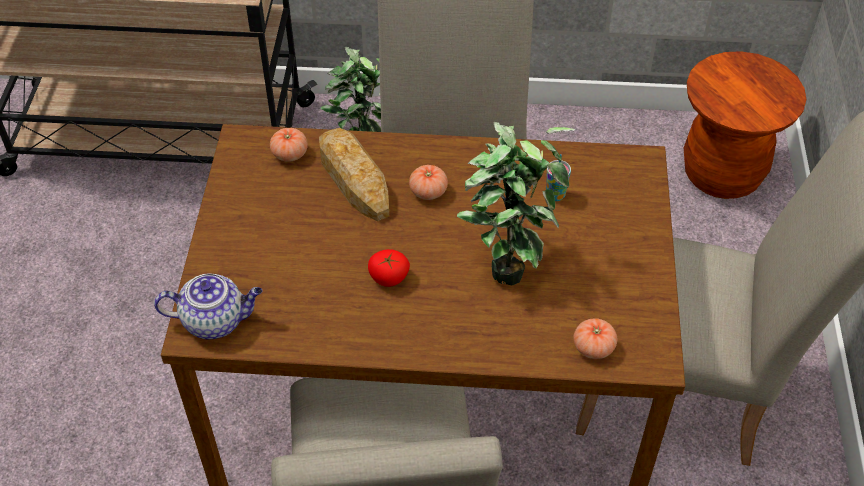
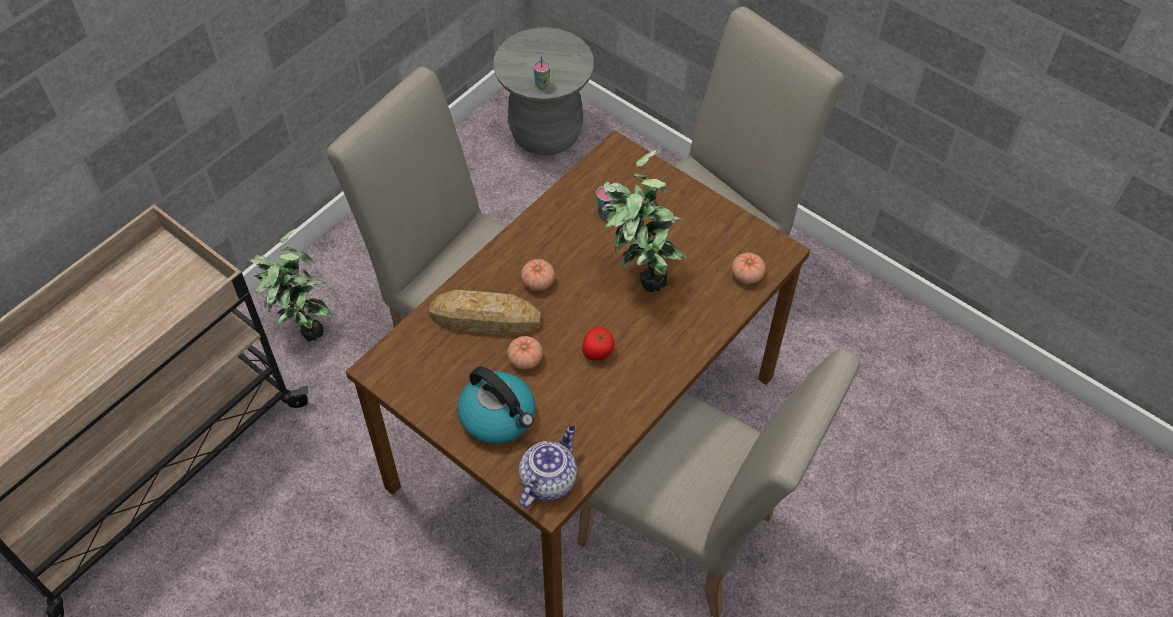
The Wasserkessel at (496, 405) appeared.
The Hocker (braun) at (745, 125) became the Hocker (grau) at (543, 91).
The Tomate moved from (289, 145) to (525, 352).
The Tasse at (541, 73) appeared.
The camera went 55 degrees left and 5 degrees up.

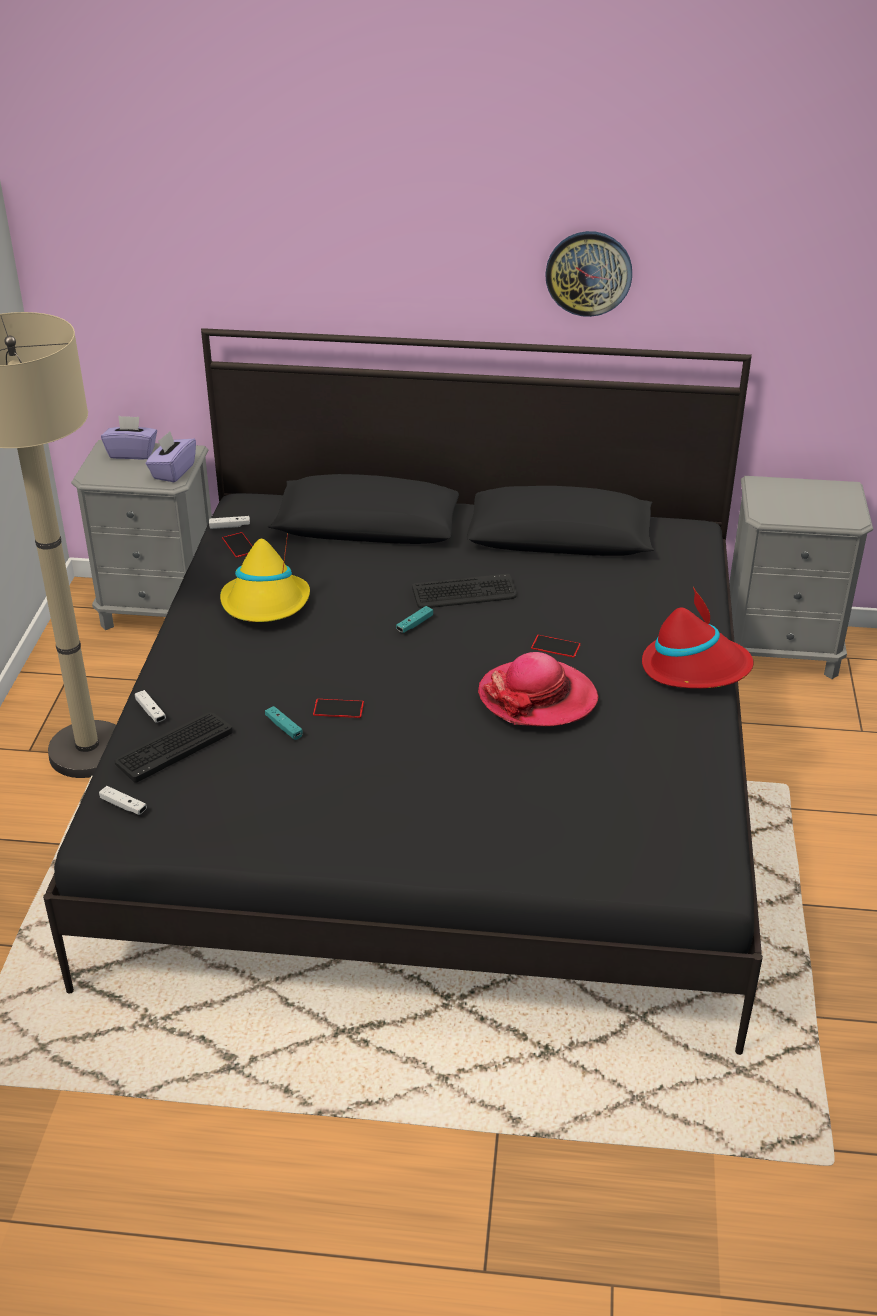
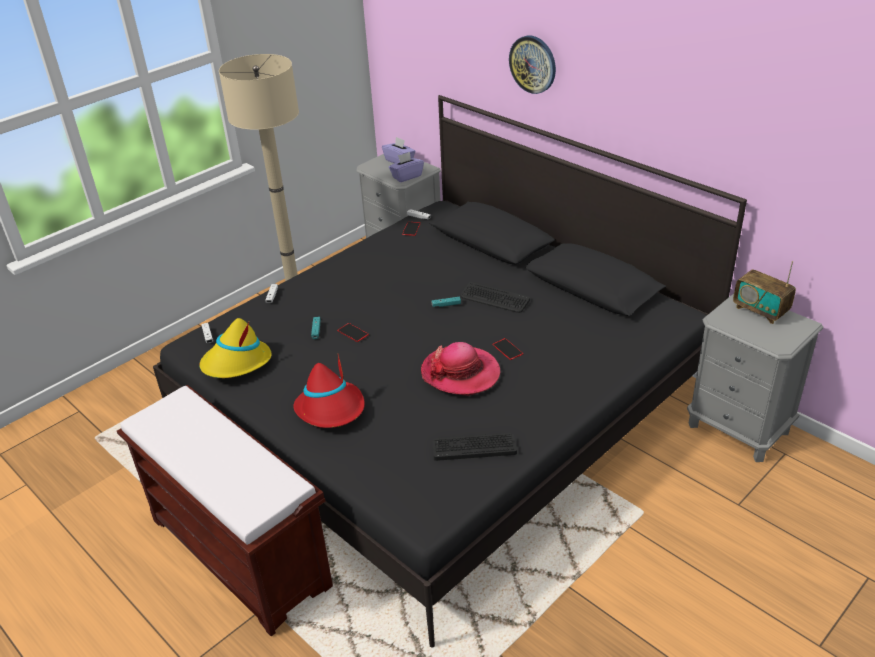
The Bank (braun) at (225, 510) appeared.
The Hut (gelb) moved from (265, 577) to (235, 348).
The Hut (rot) moved from (698, 637) to (329, 391).
The Tastatur moved from (174, 747) to (474, 447).
The Wanduhr moved from (588, 274) to (532, 64).
The Radio at (764, 292) appeared.
The camera went 40 degrees right and 0 degrees up.

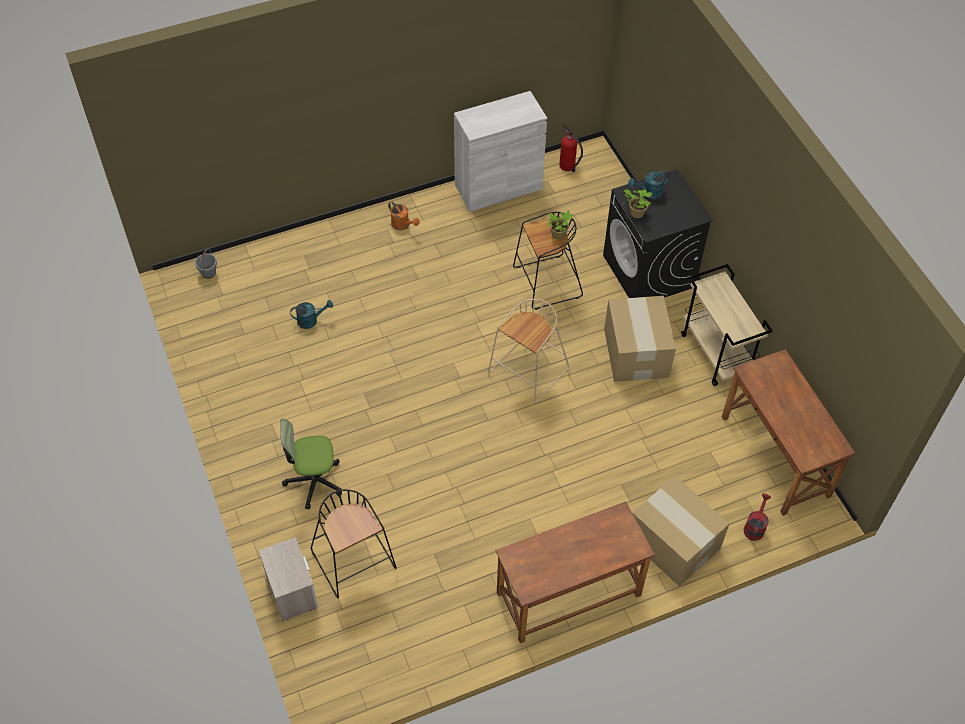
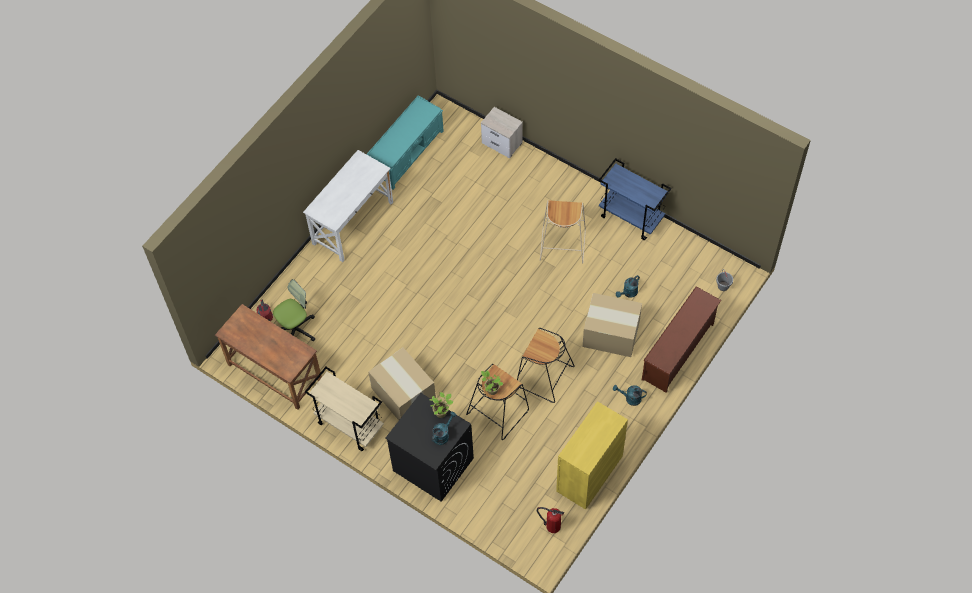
The Bürostuhl moved from (311, 464) to (294, 310).
The Schreibtisch (braun) at (575, 572) became the Schreibtisch (weiß) at (348, 206).
The Bank (türkis) at (405, 143) appeared.
The Hocker (schwarz) moved from (354, 543) to (546, 365).
The Hocker (beige) moved from (528, 351) to (563, 232).
The Schrank (weiß) at (500, 151) became the Schrank (gelb) at (592, 455).
The Karton moved from (681, 531) to (612, 325).
The Rollwagen (blau) at (634, 199) appeared.
The Gießkanne (orange) at (404, 216) became the Gießkanne (türkis) at (630, 395).
The Schuhregal (braun) at (681, 339) appeared.
The camera went 150 degrees right and 5 degrees up.

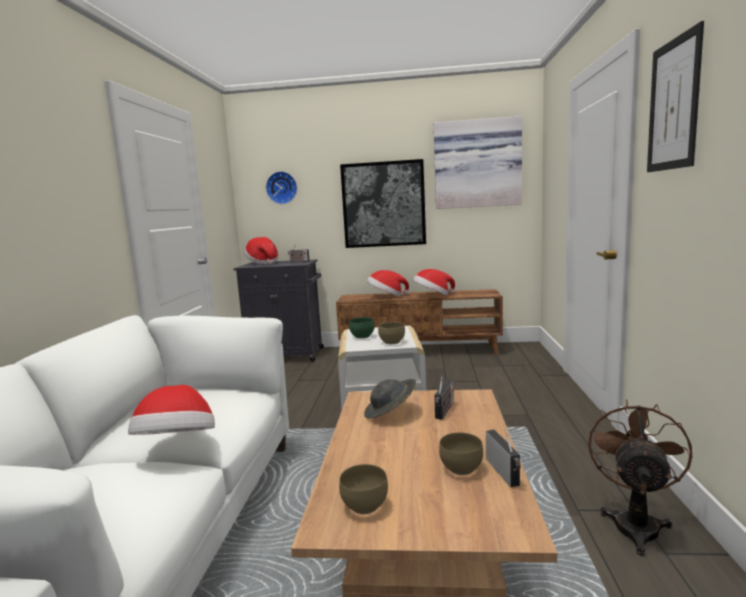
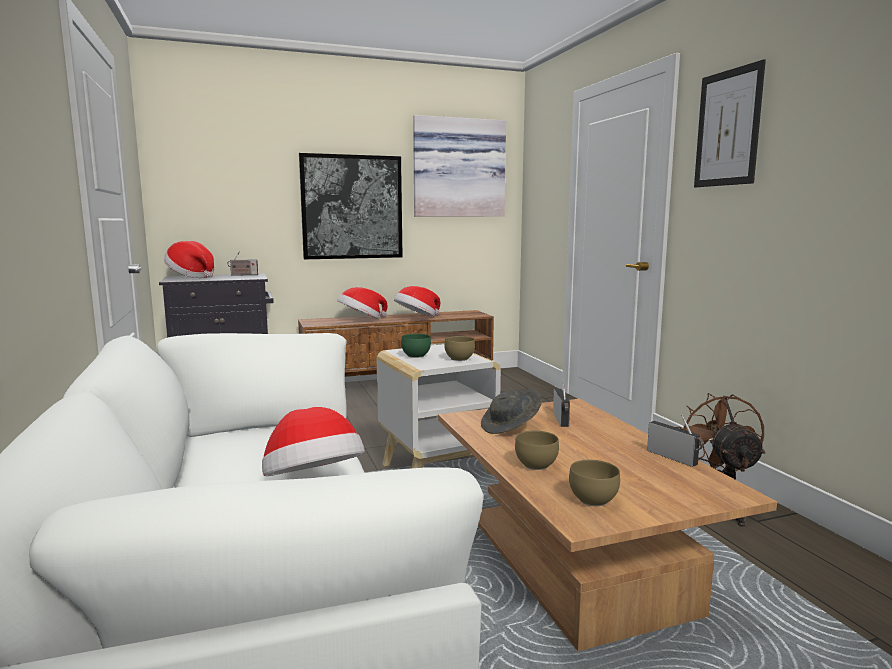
The Schüssel (braun) moved from (461, 453) to (537, 450).
The Wanduhr at (281, 187) disappeared.
The camera went 25 degrees left and 0 degrees up.

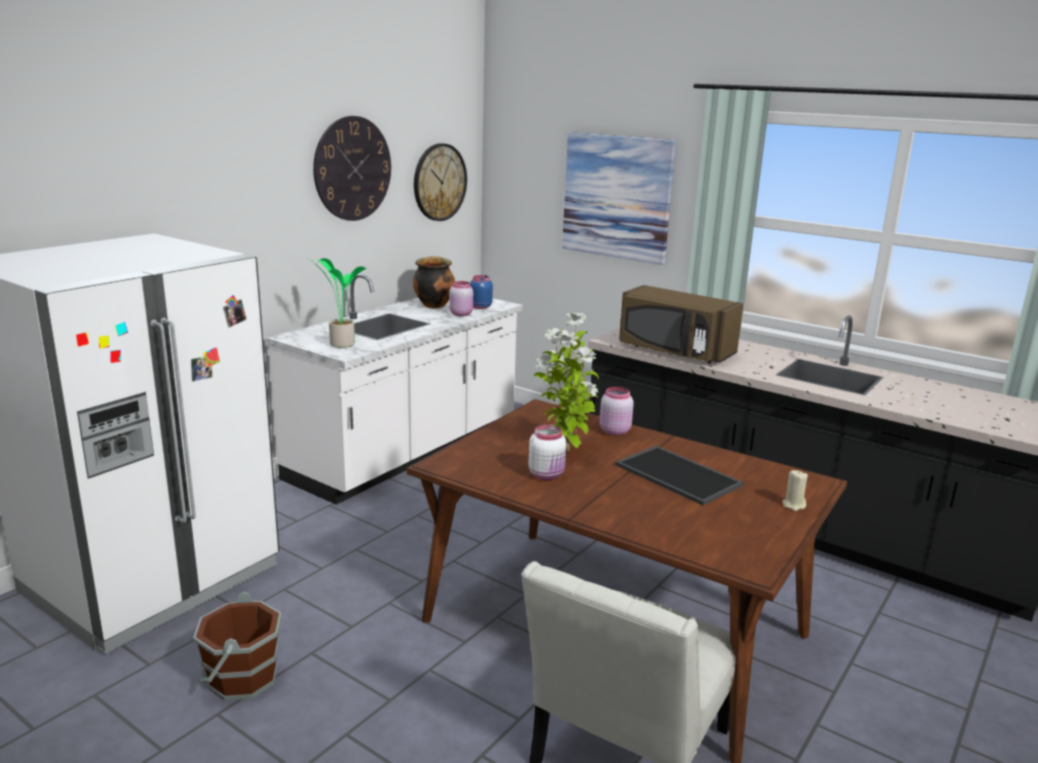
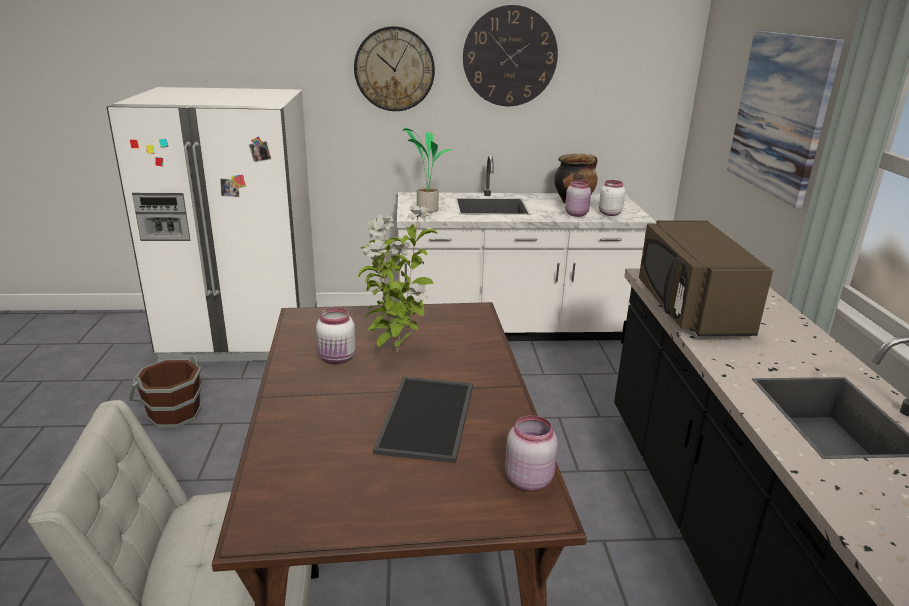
The Wanduhr moved from (440, 182) to (394, 68).
The Vorratsglas (rosa) moved from (616, 411) to (531, 453).
The Vorratsglas (blau) at (481, 292) became the Vorratsglas (weiß) at (612, 198).
The Kerze (beige) at (795, 490) disappeared.
The camera went 50 degrees right and 5 degrees up.

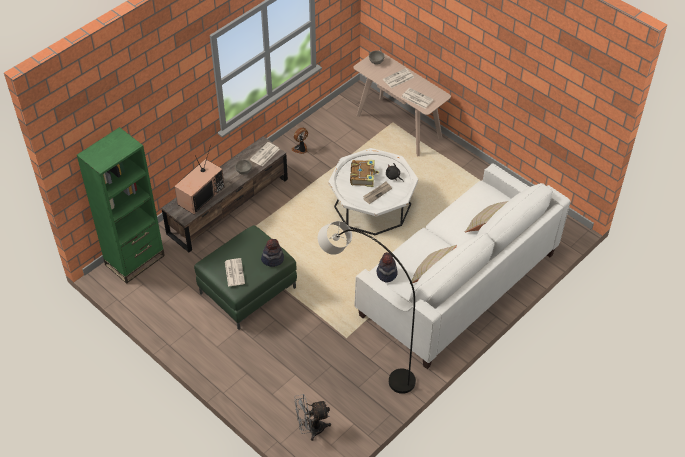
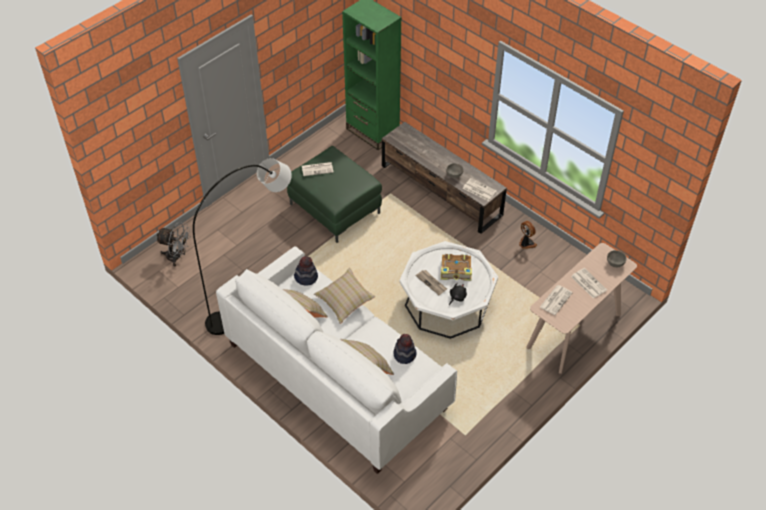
The Ventilator (grau) at (312, 417) turned 120 degrees clockwise.
The Kissen (beige) at (344, 295) appeared.
The Hut moved from (272, 253) to (405, 349).
The Fernseher at (199, 179) disappeared.
The camera went 90 degrees right and 0 degrees up.

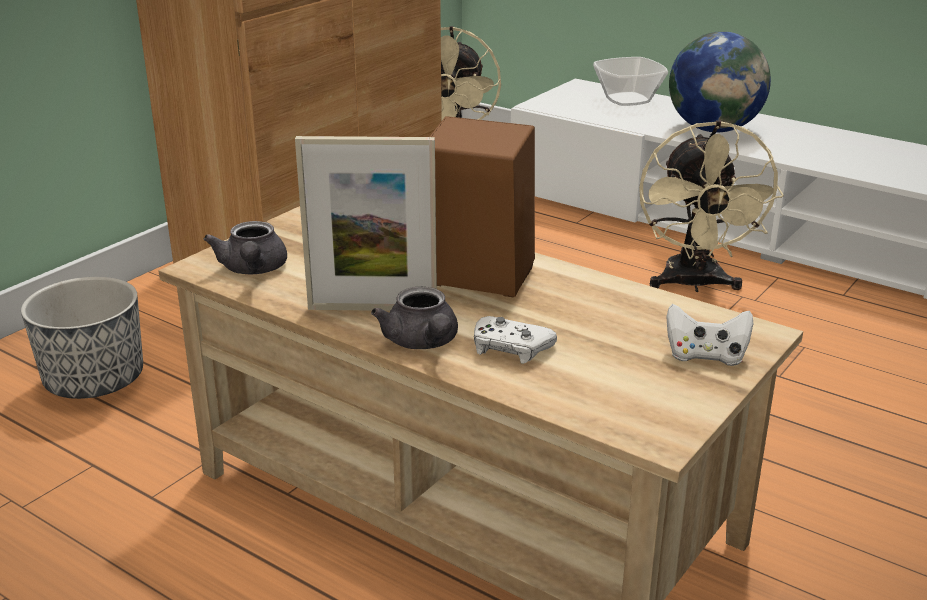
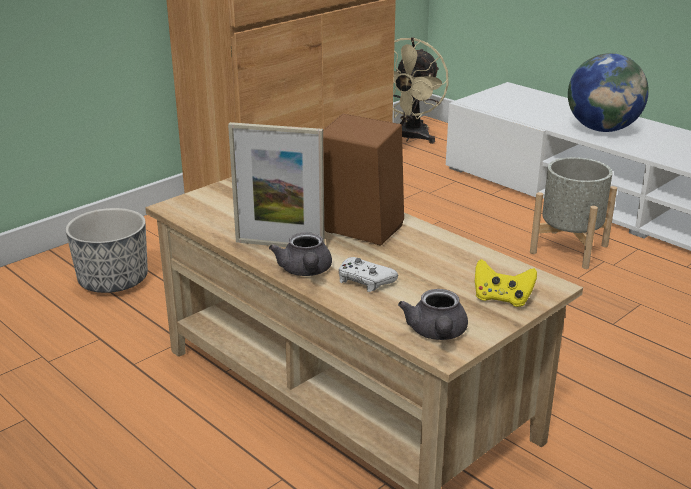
The Teekanne (grau) moved from (245, 247) to (433, 314).
The Gamepad (weiß) at (709, 335) became the Gamepad (gelb) at (506, 283).
The Ventilator (beige) at (711, 206) was replaced by the Pflanzkübel (grau) at (573, 213).
The Schüssel at (630, 81) disappeared.
The camera went 10 degrees right and 0 degrees up.

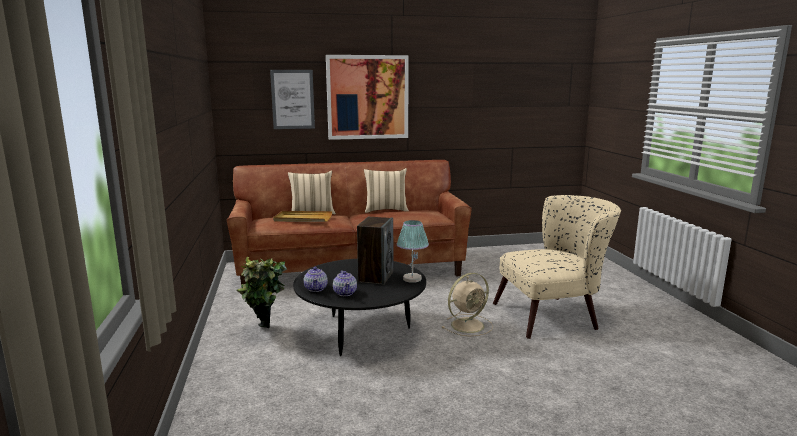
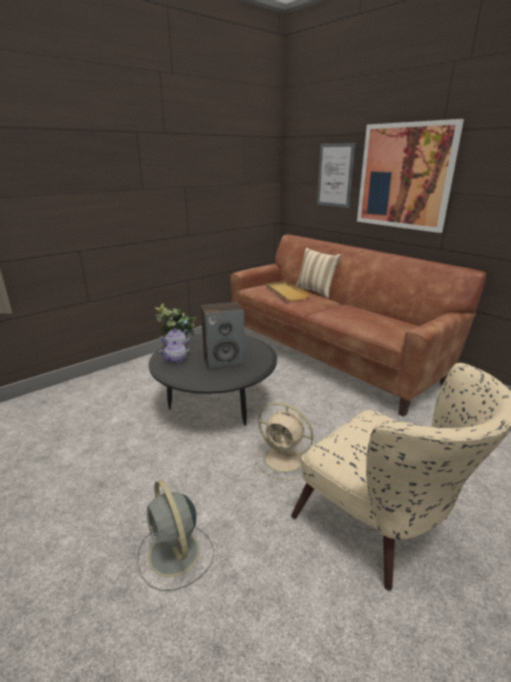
The Ventilator (grau) at (175, 535) appeared.
The Kissen (beige) at (386, 190) disappeared.
The Tischlampe at (413, 251) disappeared.
The camera went 60 degrees right and 10 degrees up.

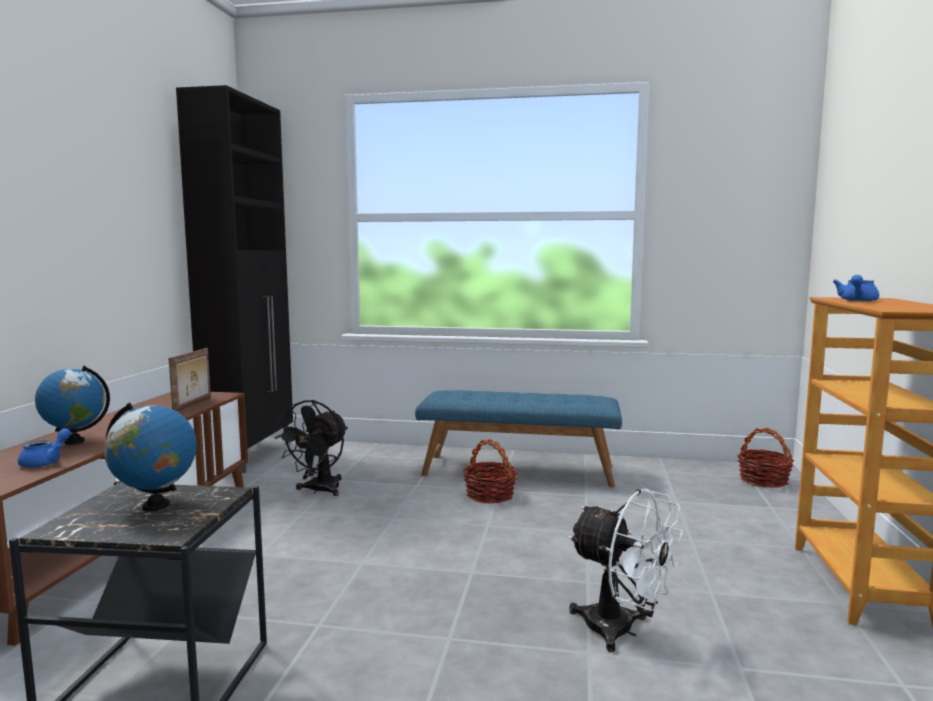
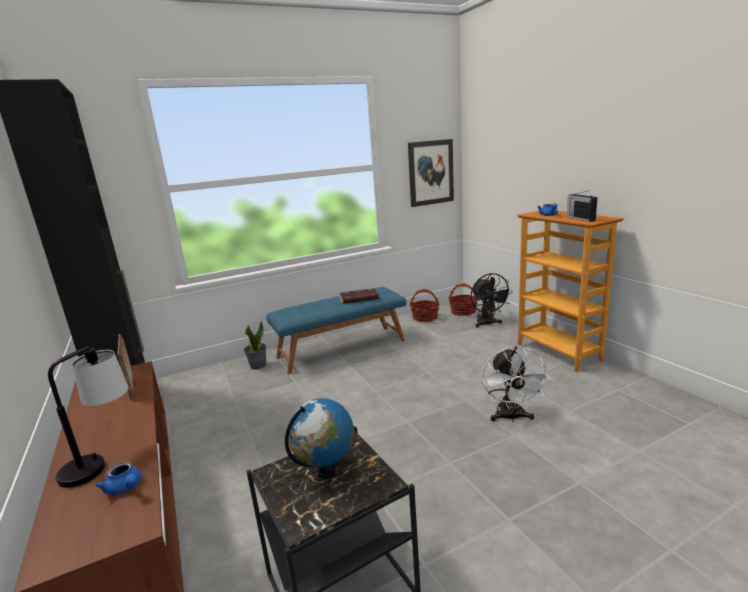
The Globus at (72, 405) was replaced by the Tischlampe at (88, 417).
The Teekanne (blau) at (44, 448) turned 150 degrees clockwise.
The Topfpflanze at (255, 345) appeared.
The Buch at (359, 296) appeared.
The Bild at (431, 173) appeared.
The Korb moved from (490, 471) to (424, 305).
The Ventilator (schwarz) moved from (311, 448) to (492, 300).
The Ventilator (weiß) at (626, 570) turned 90 degrees clockwise.
The Radio at (582, 206) appeared.
The camera went 35 degrees left and 10 degrees up.

